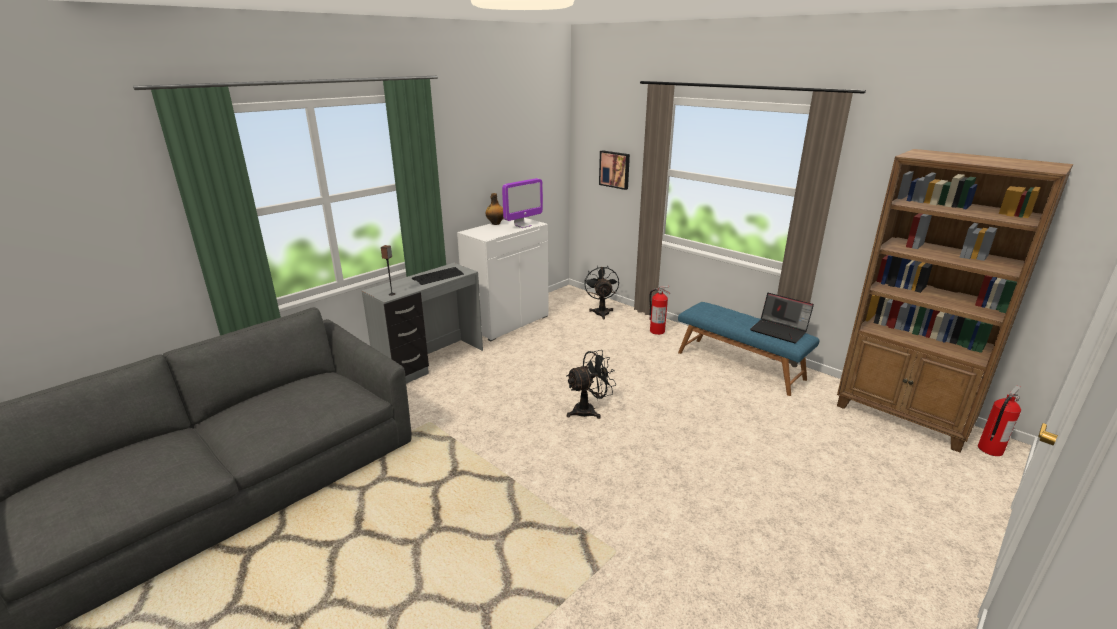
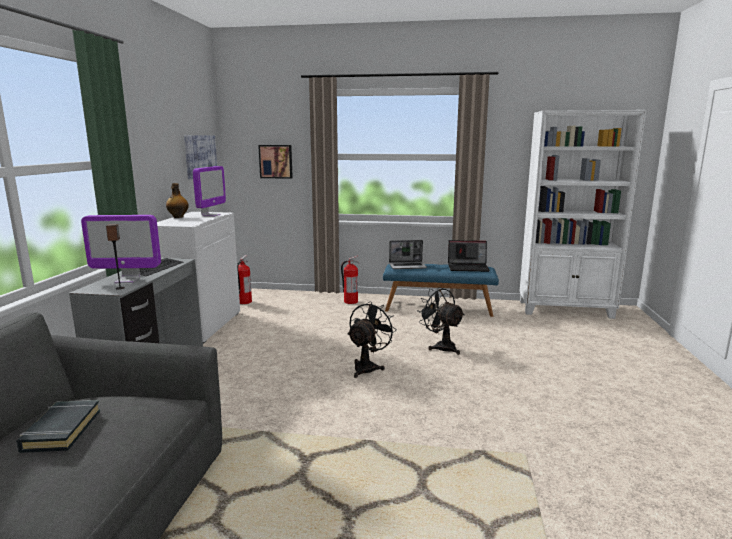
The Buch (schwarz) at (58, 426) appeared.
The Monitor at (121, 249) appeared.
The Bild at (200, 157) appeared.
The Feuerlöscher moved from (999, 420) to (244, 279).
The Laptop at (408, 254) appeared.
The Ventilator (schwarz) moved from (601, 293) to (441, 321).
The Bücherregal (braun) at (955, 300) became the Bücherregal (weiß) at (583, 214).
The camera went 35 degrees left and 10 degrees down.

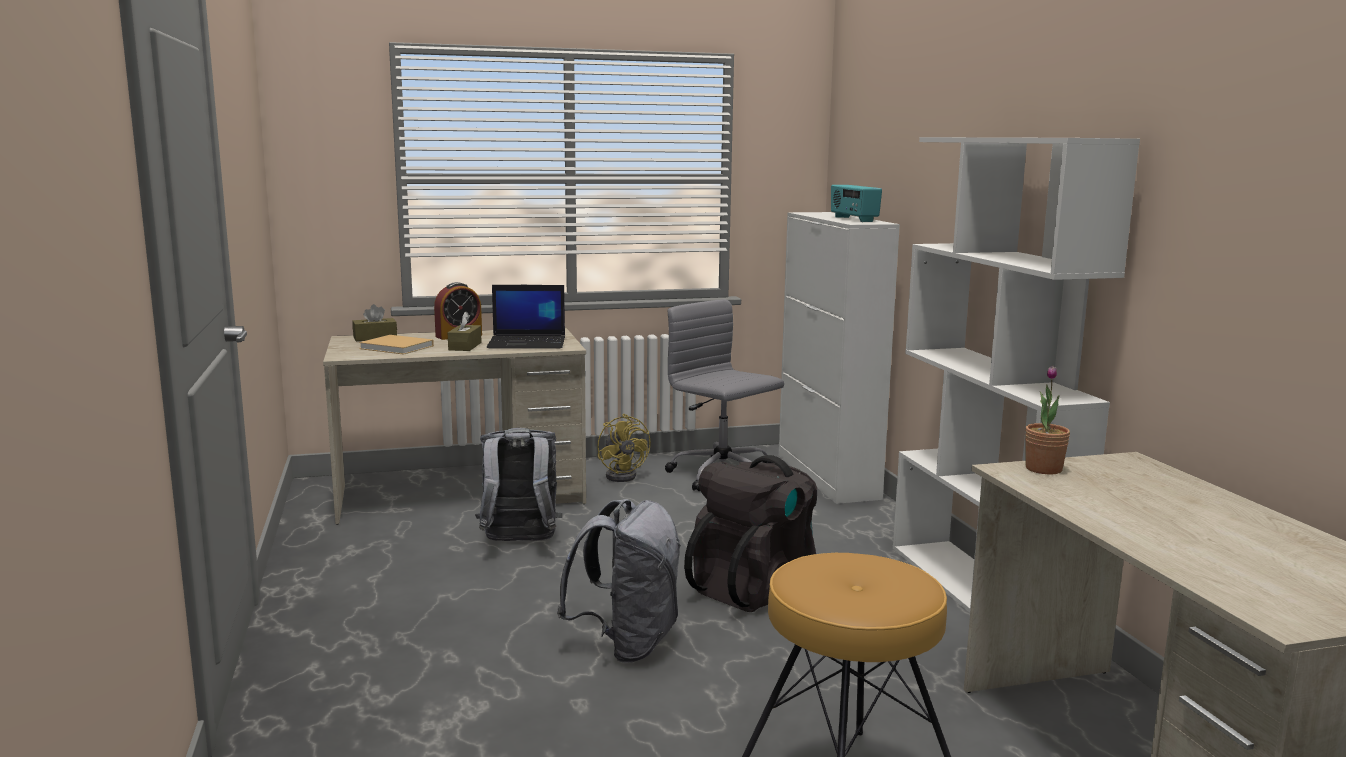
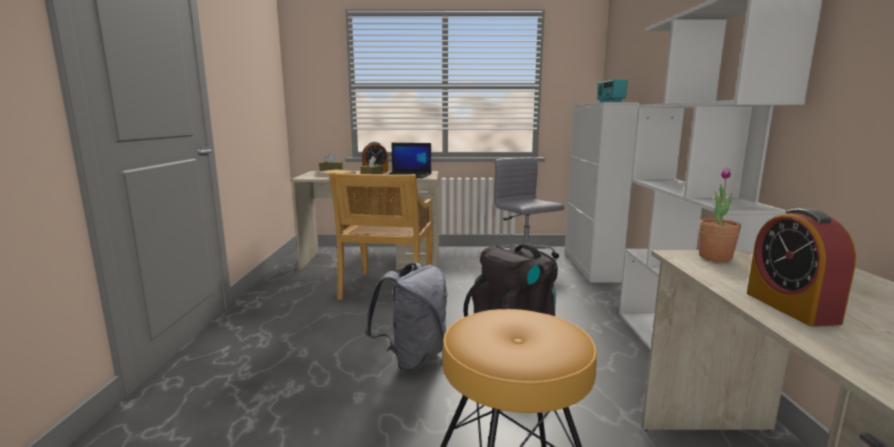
The Rucksack (grau) at (518, 484) was replaced by the Stuhl (beige) at (381, 236).
The Wecker at (801, 267) appeared.
The Ventilator (gelb) at (624, 448) disappeared.
The camera went 15 degrees right and 0 degrees up.

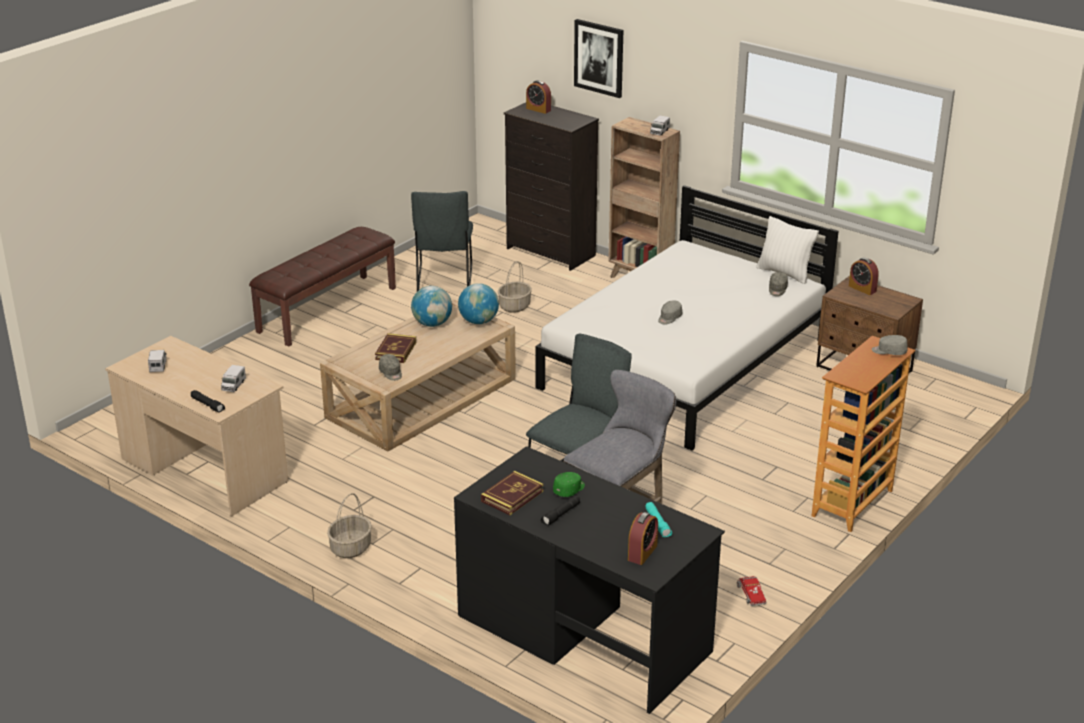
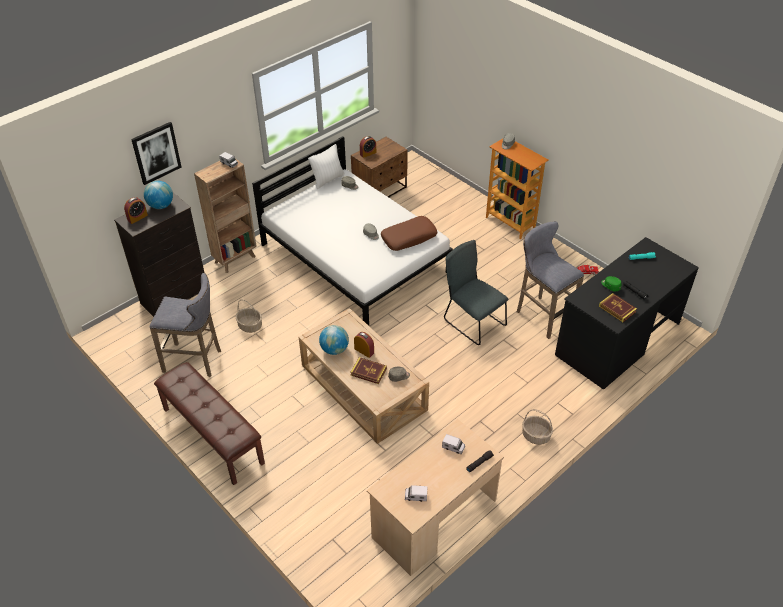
The Globus moved from (478, 303) to (158, 195).
The Stuhl (grau) at (442, 241) was replaced by the Hocker (grau) at (185, 325).
The Wecker moved from (643, 538) to (364, 345).
The Kissen (braun) at (409, 233) appeared.
The camera went 80 degrees left and 15 degrees up.

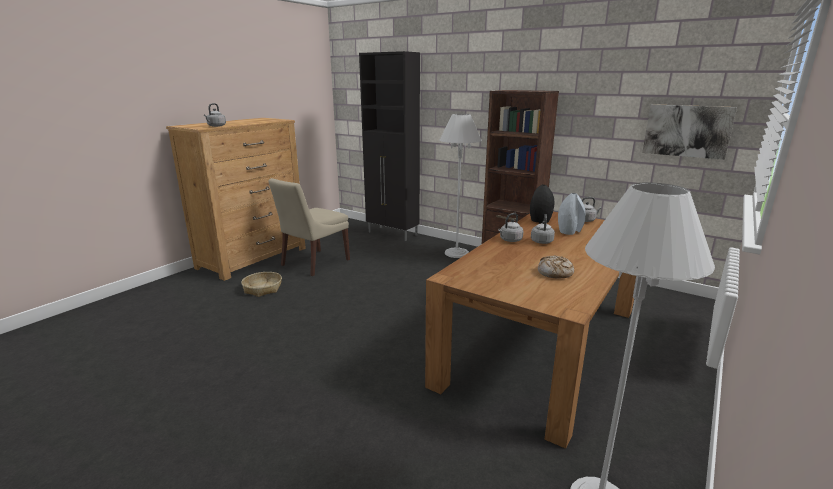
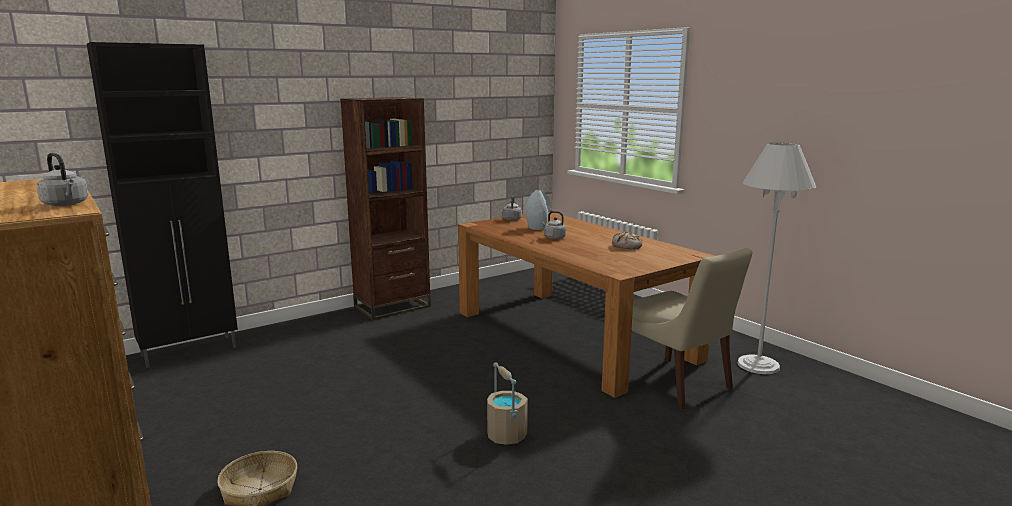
The Eimer (beige) at (507, 403) appeared.
The Stuhl (beige) moved from (309, 227) to (691, 329).
The Stehlampe (weiß) at (461, 186) disappeared.
The Wasserkessel (grau) at (510, 227) disappeared.
The Vase (schwarz) at (542, 204) disappeared.
The Bild at (689, 132) disappeared.
The camera went 70 degrees left and 5 degrees down.

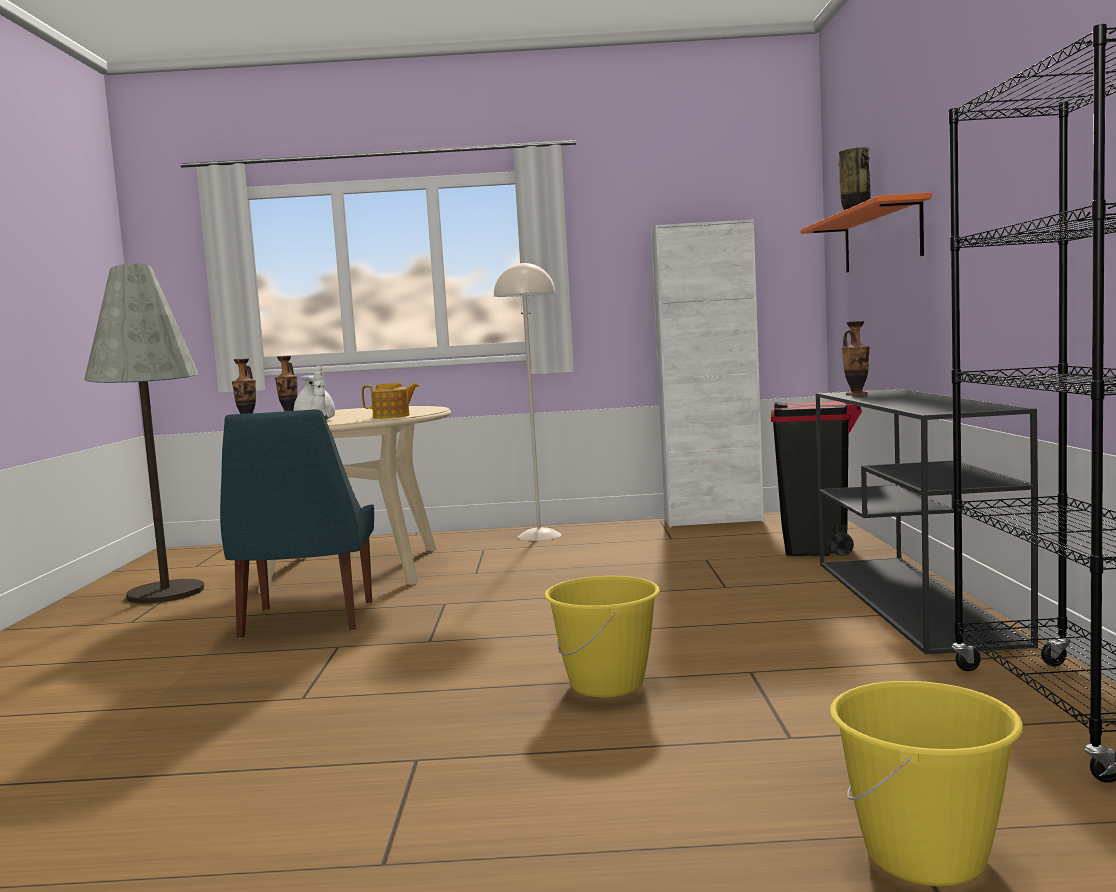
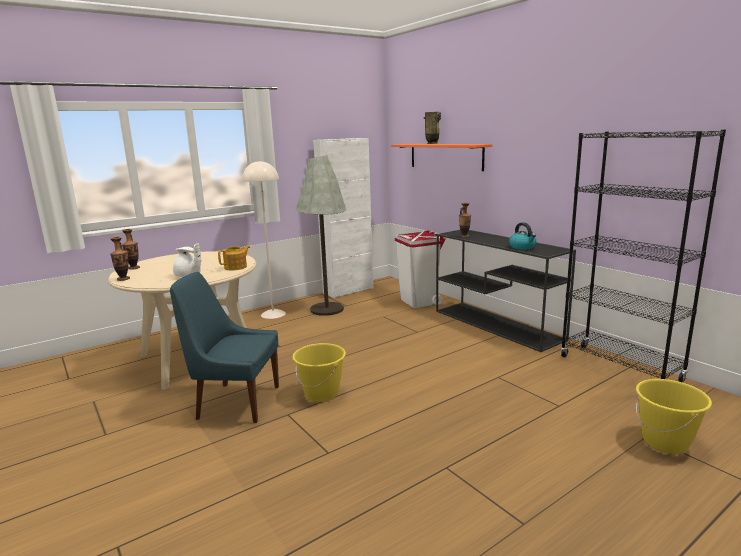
The Stuhl (blau) at (297, 523) turned 135 degrees clockwise.
The Eimer (gelb) moved from (602, 637) to (319, 372).
The Stehlampe (grau) moved from (144, 433) to (321, 235).
The Mülleimer (schwarz) at (816, 478) became the Mülleimer (weiß) at (420, 269).
The Wasserkessel at (522, 236) appeared.
The camera went 35 degrees left and 10 degrees up.

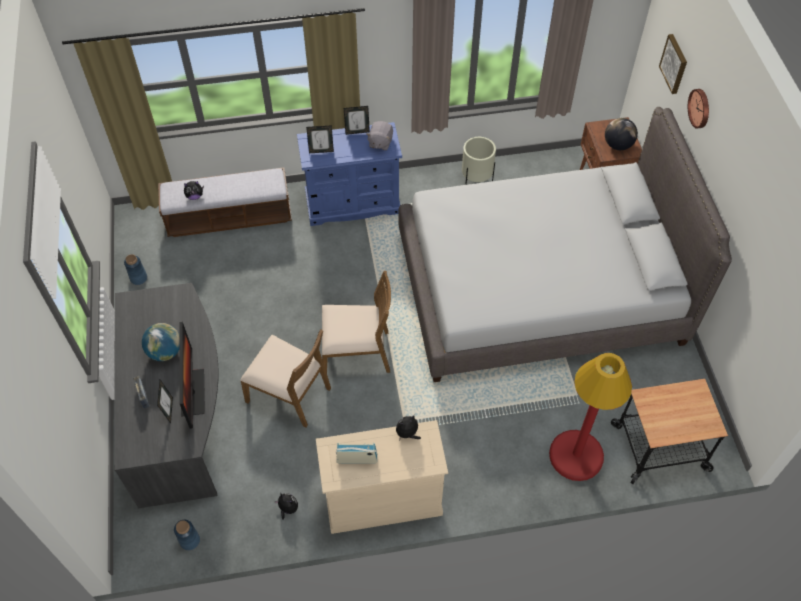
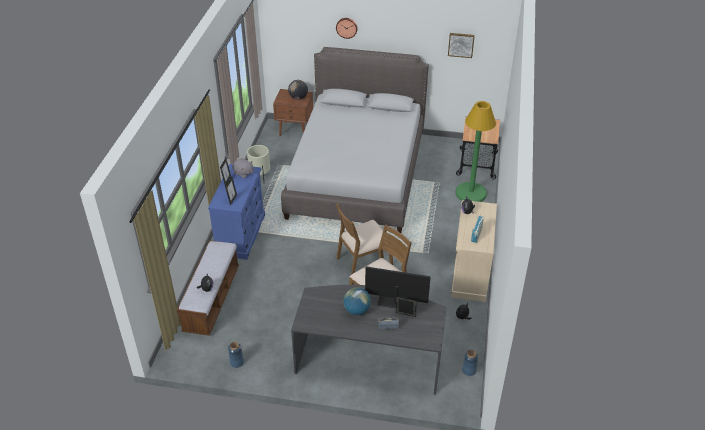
The Stuhl (braun) at (356, 322) turned 135 degrees counterclockwise.
The Bild moved from (673, 64) to (461, 45).
The Stehlampe (rot) at (590, 417) became the Stehlampe (grün) at (476, 151).
The camera went 70 degrees left and 15 degrees down.

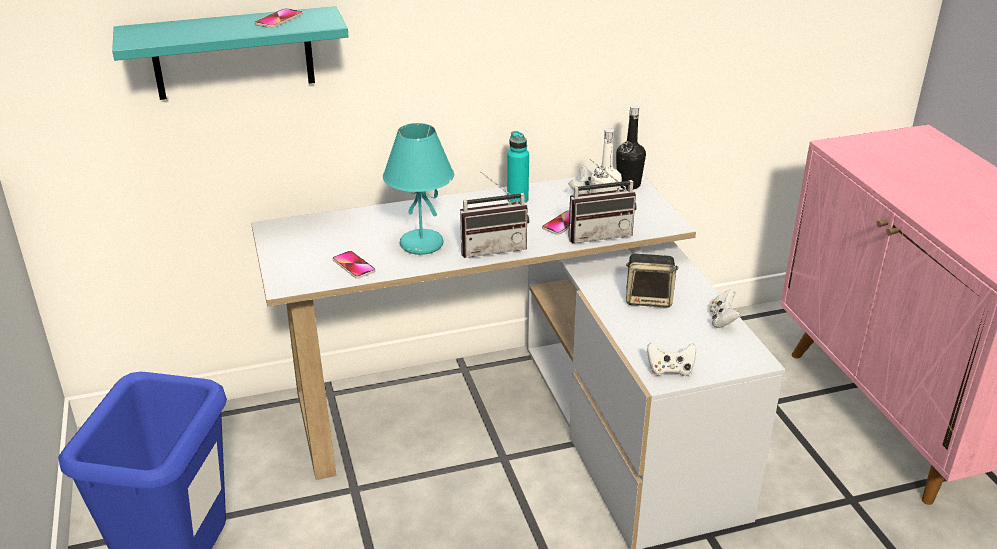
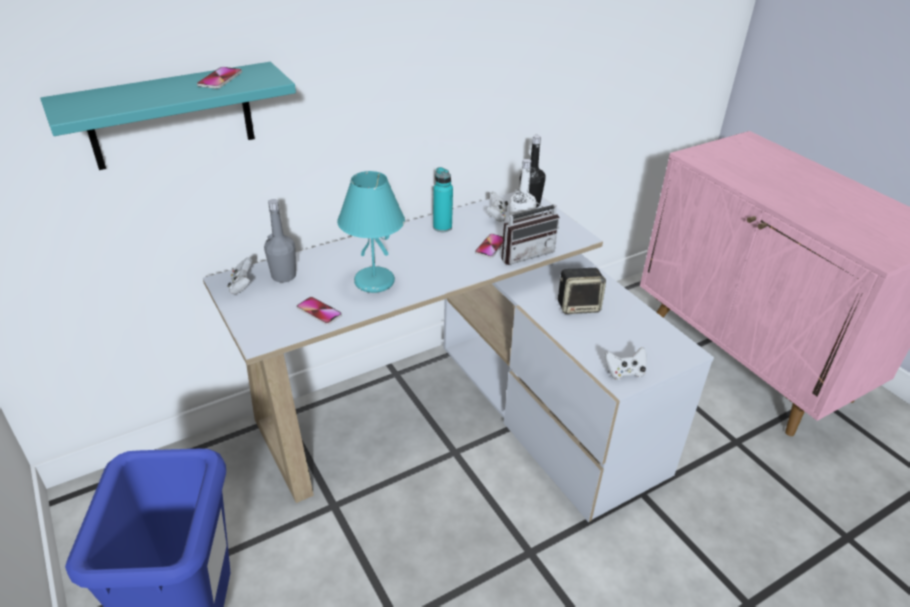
The Gamepad (weiß) moved from (725, 308) to (240, 275).
The Flasche (grau) at (280, 240) appeared.
The Radio at (494, 214) disappeared.
The camera went 15 degrees left and 5 degrees up.

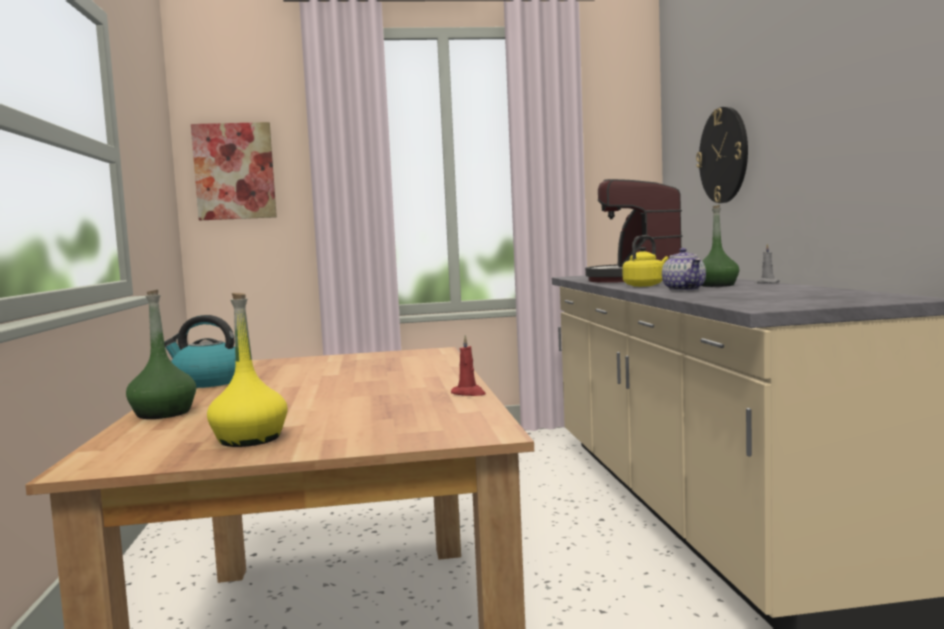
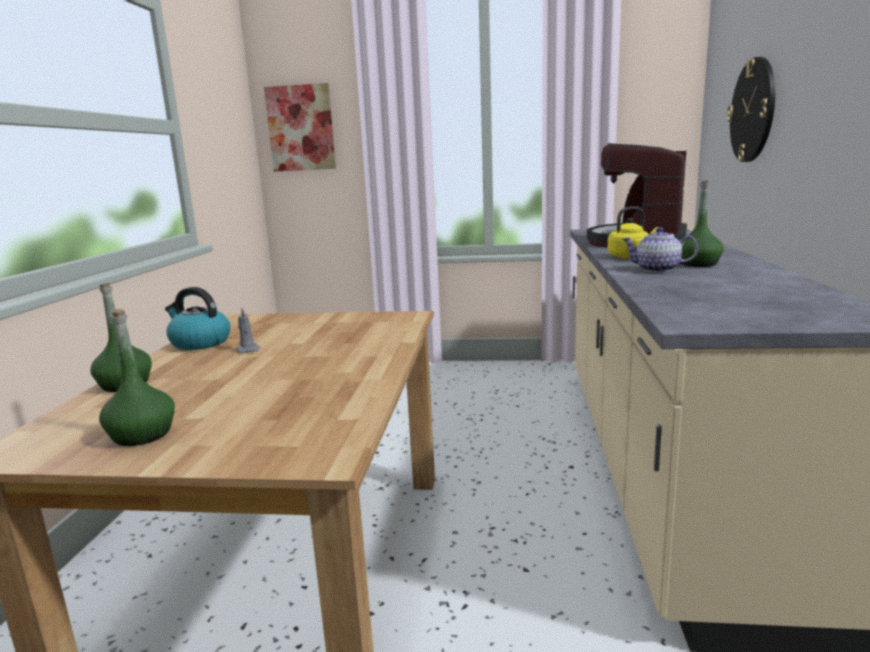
The Flasche (gelb) at (247, 370) became the Flasche (grün) at (137, 377).
The Kerze (grau) moved from (767, 263) to (248, 330).
The Teekanne at (684, 269) turned 105 degrees clockwise.
The Kerze (rot) at (468, 365) disappeared.
The camera went 15 degrees right and 10 degrees up.

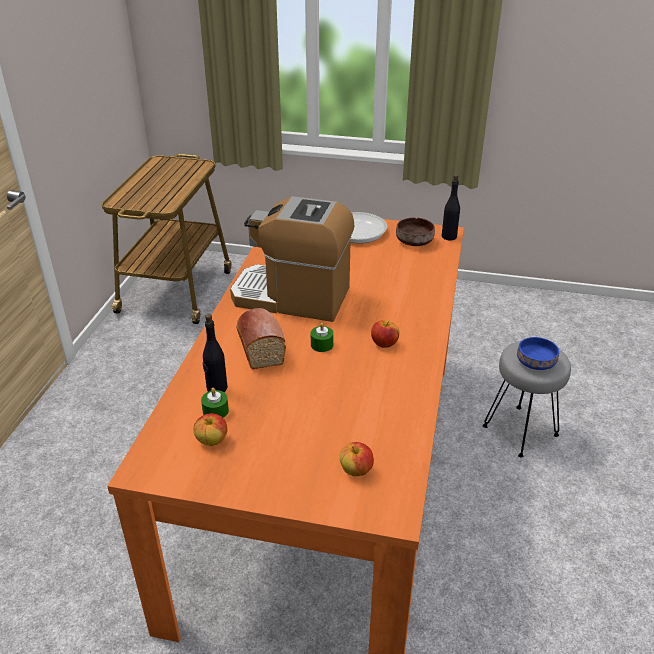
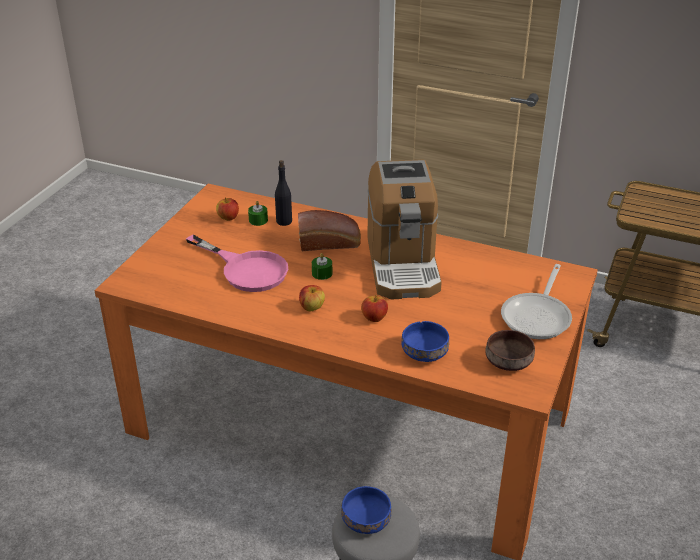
The Pfanne (rosa) at (237, 263) appeared.
The Apfel moved from (357, 459) to (374, 309).
The Kaffeemaschine at (292, 259) turned 150 degrees clockwise.
The Schüssel (blau) at (425, 341) appeared.
The Flasche (schwarz) at (451, 208) disappeared.
The camera went 100 degrees right and 0 degrees up.

